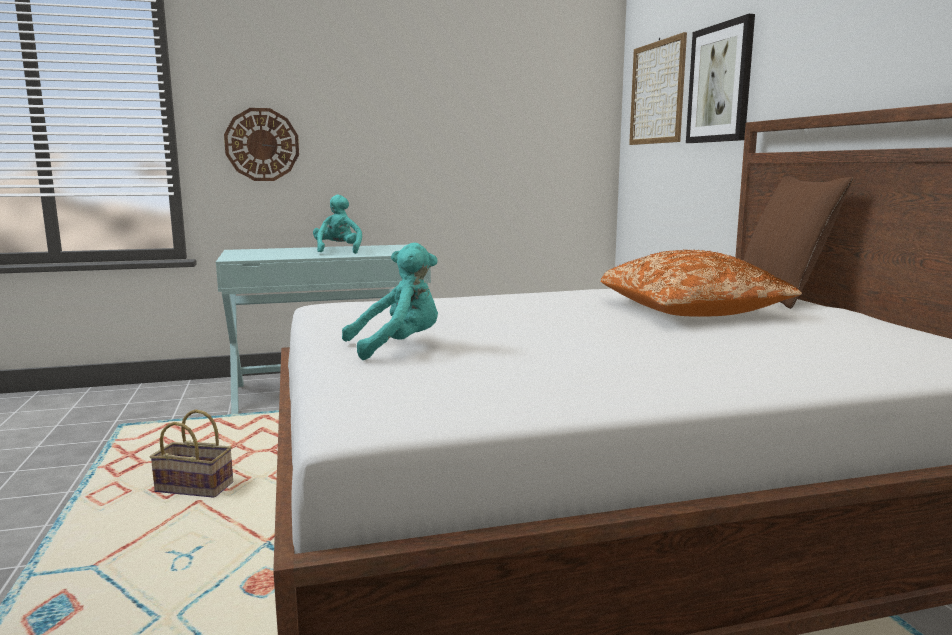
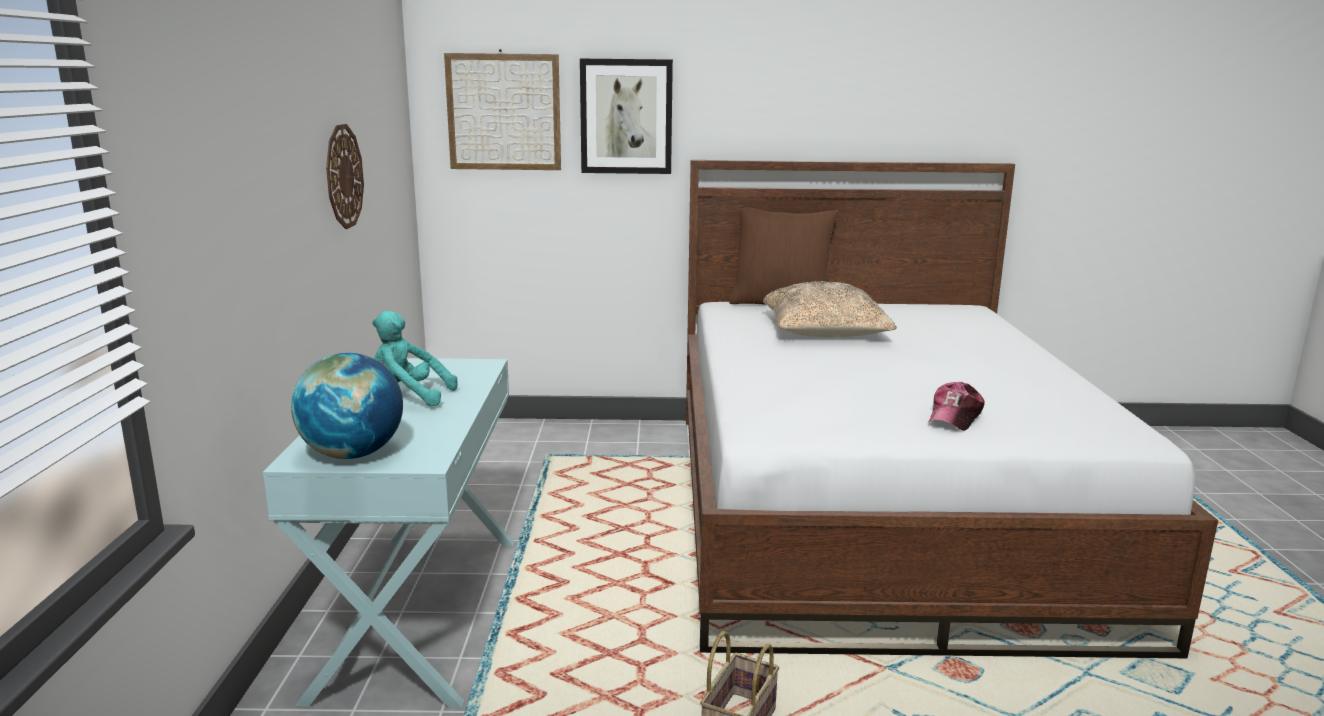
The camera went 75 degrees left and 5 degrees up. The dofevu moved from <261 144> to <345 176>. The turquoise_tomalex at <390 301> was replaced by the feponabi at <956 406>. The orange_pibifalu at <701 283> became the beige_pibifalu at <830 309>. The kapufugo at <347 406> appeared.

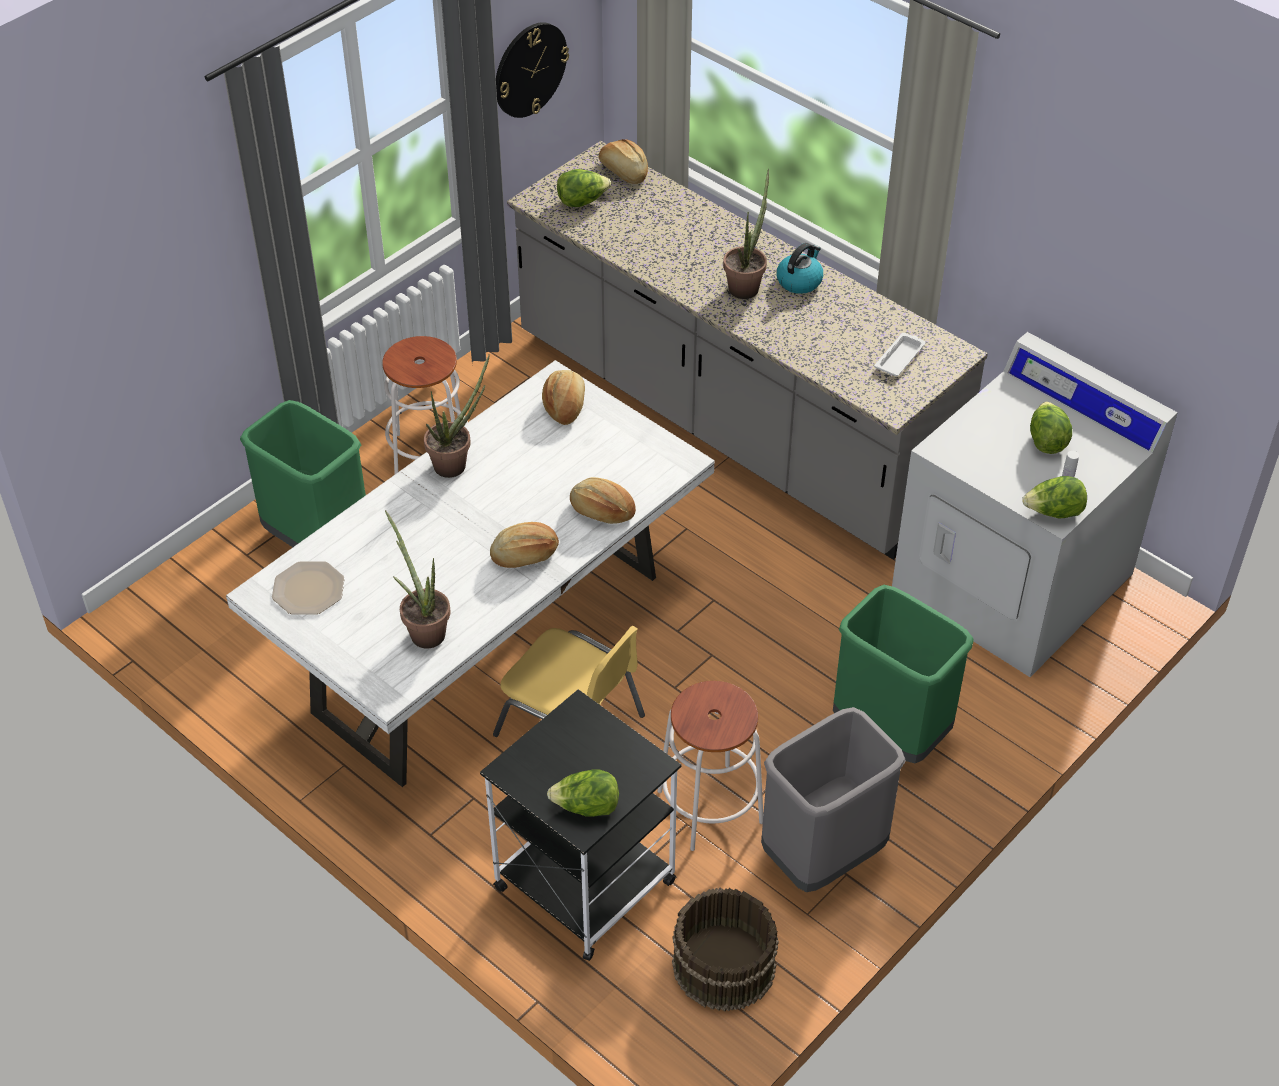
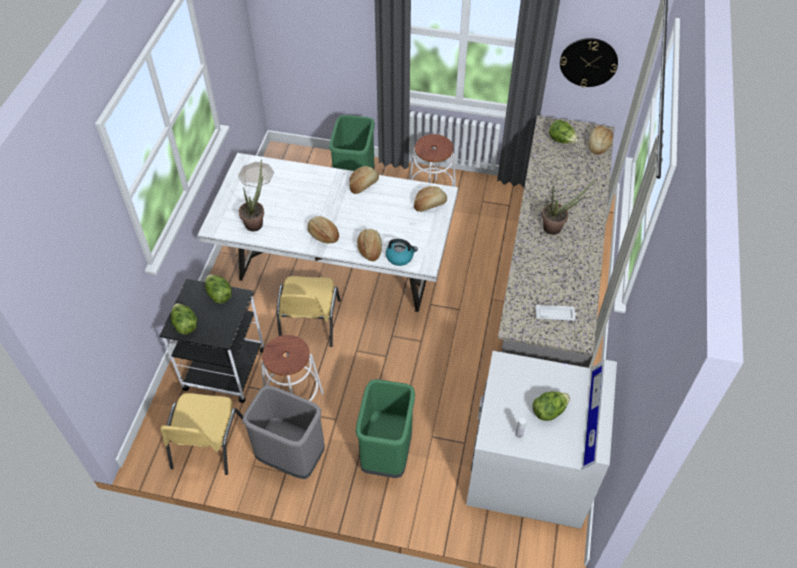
The camera went 60 degrees right and 5 degrees up. The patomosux moved from <799 268> to <402 252>. The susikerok at <457 416> was replaced by the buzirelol at <364 180>. The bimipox moved from <1054 497> to <218 288>. The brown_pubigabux at <725 949> was replaced by the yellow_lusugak at <201 434>.

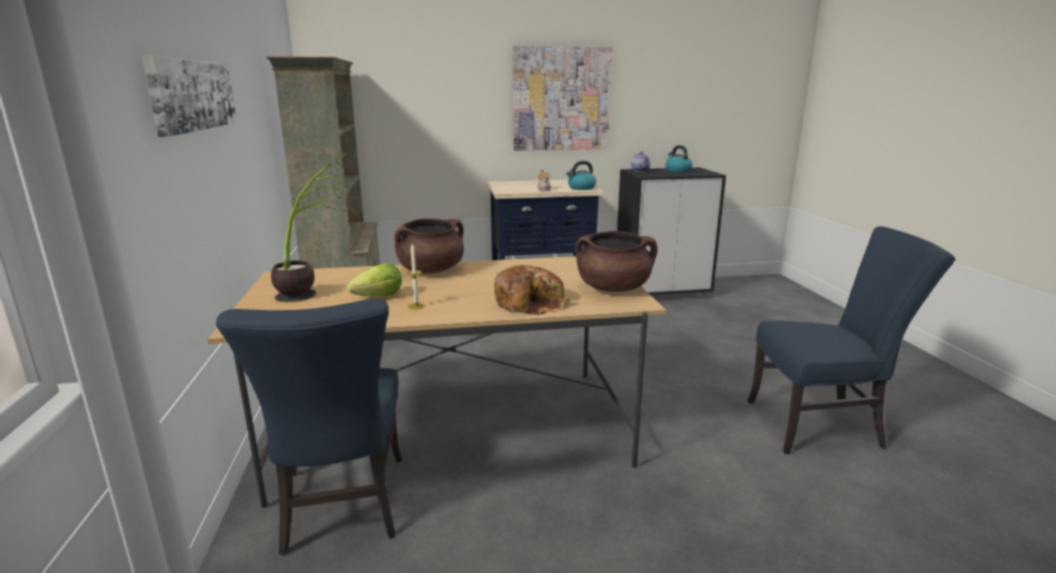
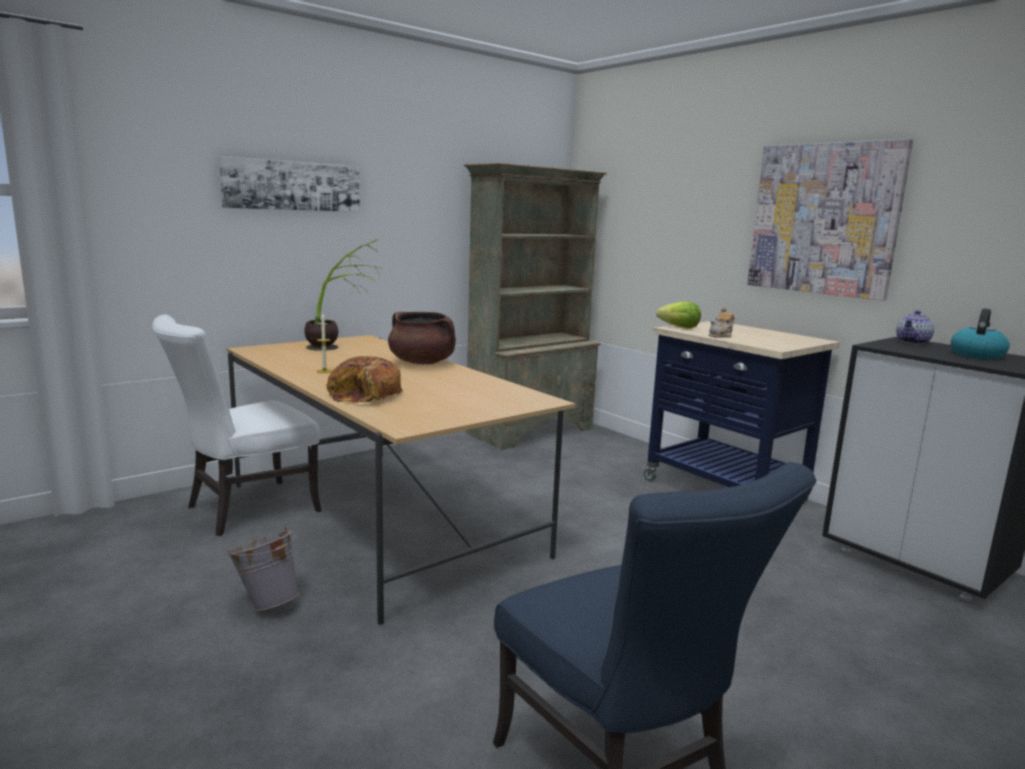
The camera went 60 degrees right and 5 degrees down. The patomosux at <581 175> disappeared. The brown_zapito at <616 261> disappeared. The bimipox moved from <374 280> to <678 315>. The blue_lusugak at <309 427> became the white_lusugak at <237 425>. The grey_pubigabux at <263 569> appeared.

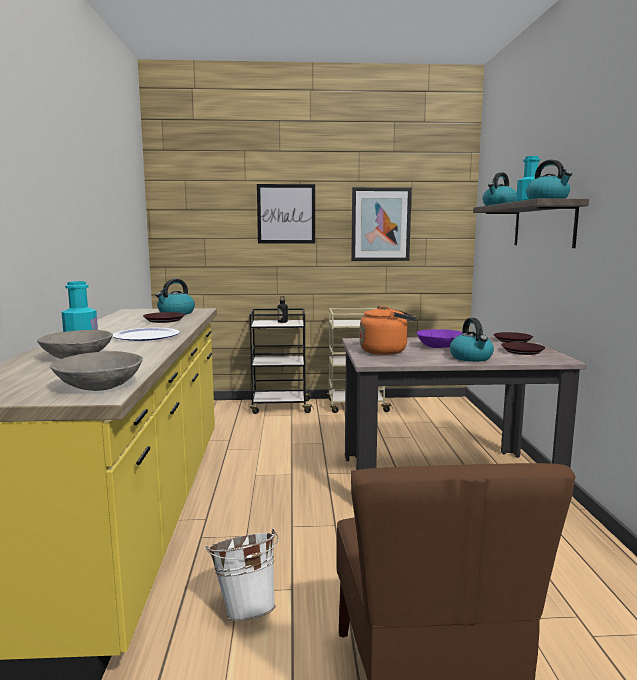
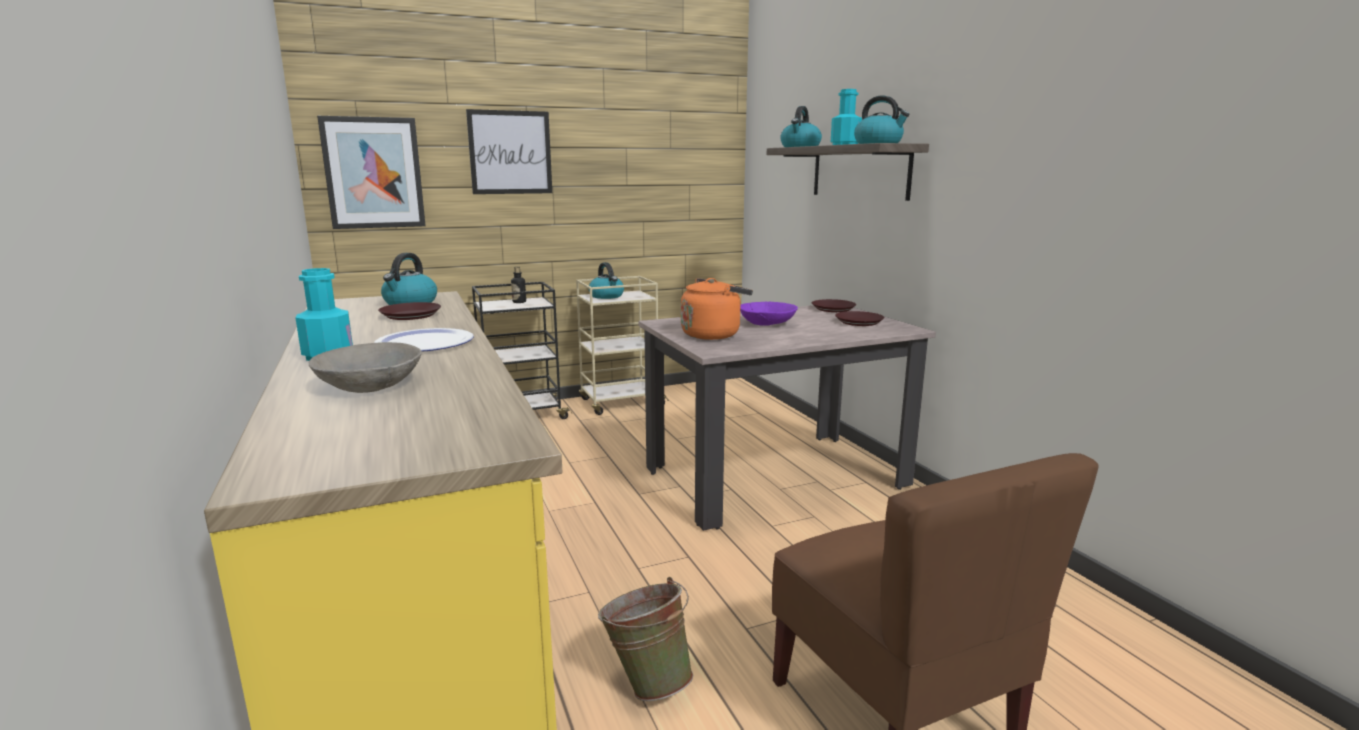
The camera went 20 degrees left and 5 degrees up. The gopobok moved from <381 224> to <371 172>. The patomosux moved from <472 340> to <606 280>. The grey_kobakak at <96 371> disappeared. The white_pubigabux at <242 575> became the green_pubigabux at <645 639>.

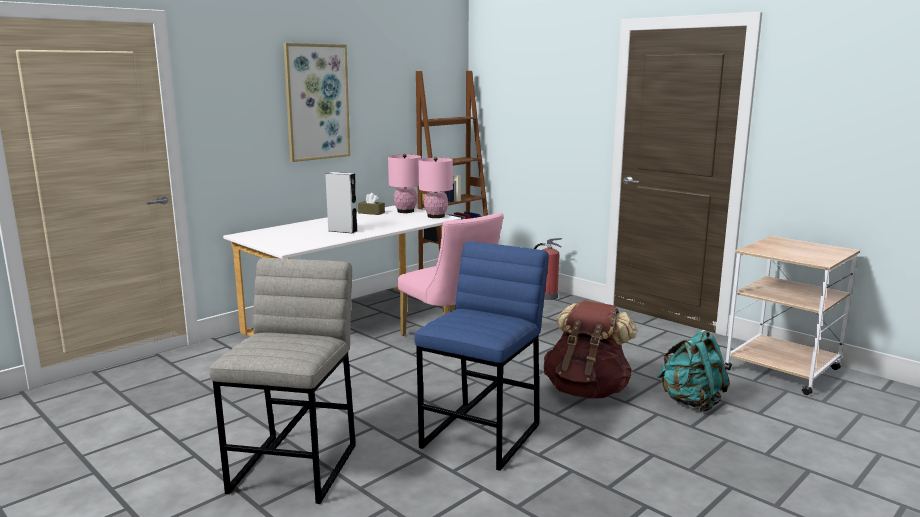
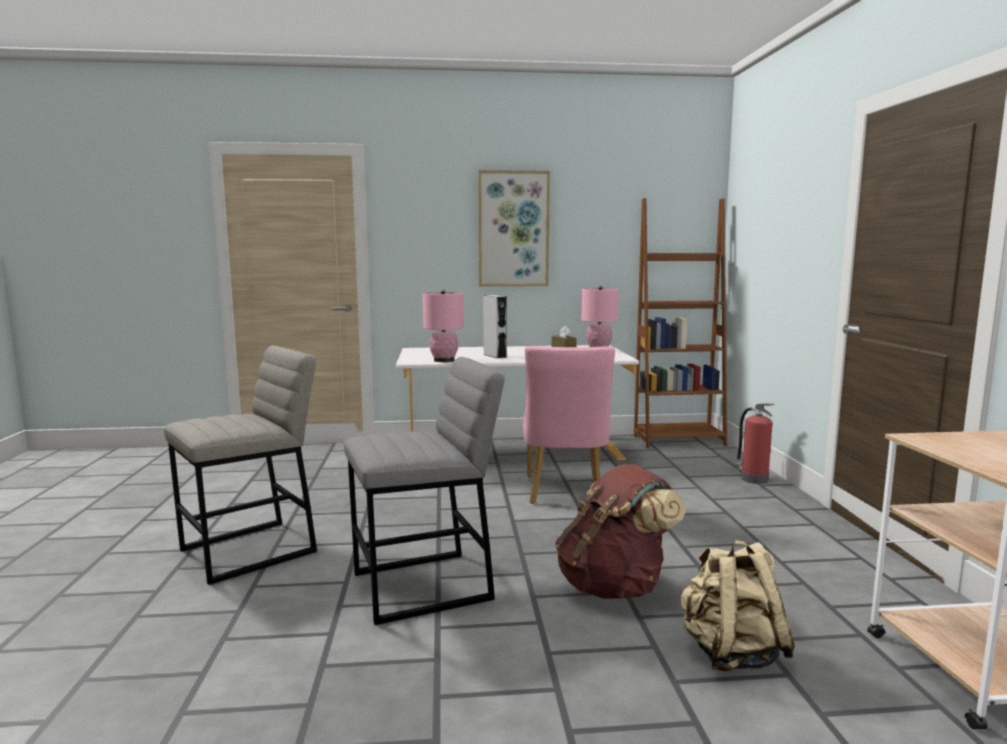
The camera went 40 degrees right and 5 degrees down. The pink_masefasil moved from <436 187> to <443 326>. The blue_lusugak at <481 356> became the grey_lusugak at <424 491>. The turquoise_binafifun at <693 371> became the beige_binafifun at <738 605>.

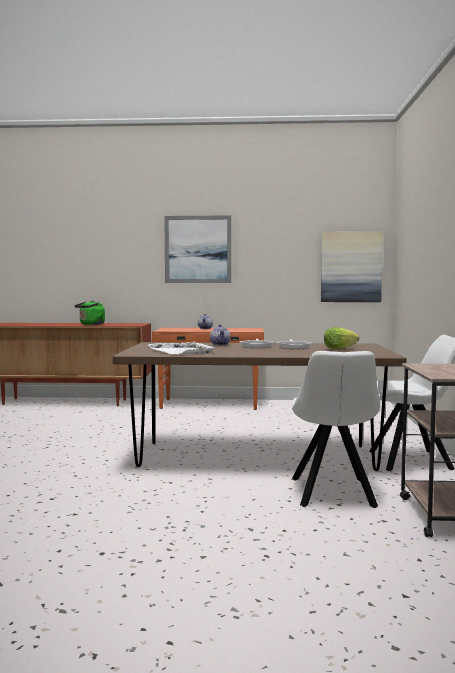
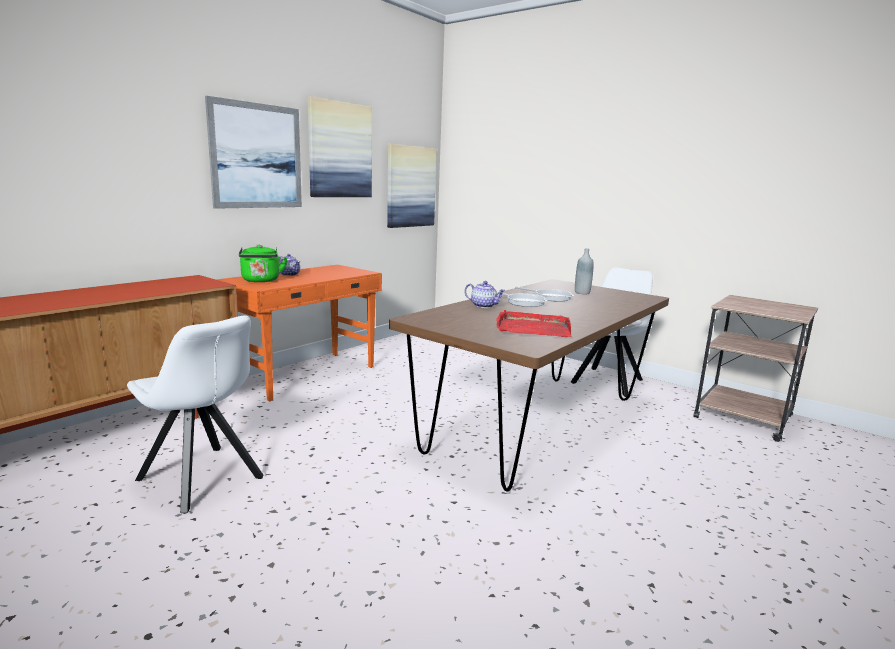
The camera went 55 degrees left and 10 degrees up. The green_patomosux moved from <89 313> to <263 263>. The bimipox at <341 338> was replaced by the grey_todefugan at <584 271>. The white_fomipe at <181 347> became the red_fomipe at <534 323>. The white_lusugak moved from <336 429> to <195 414>. The gopobok at <340 146> appeared.

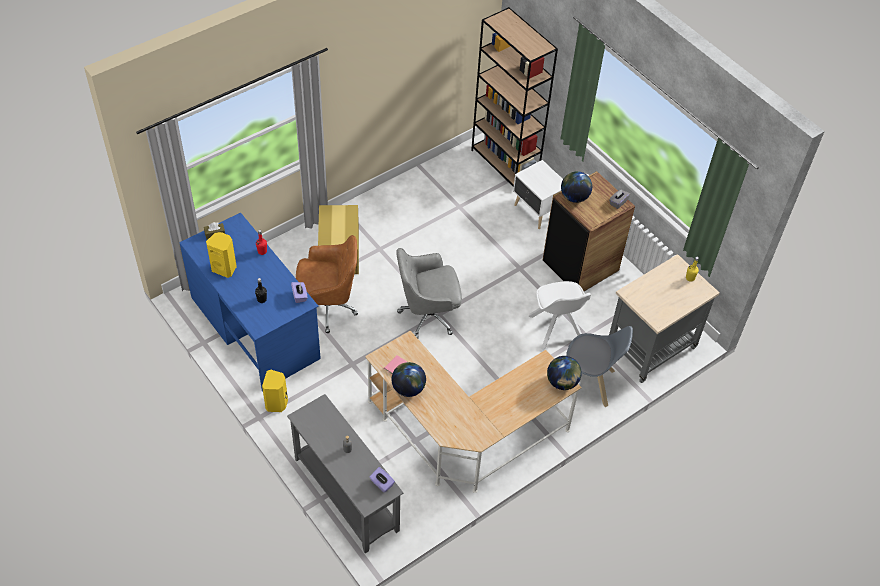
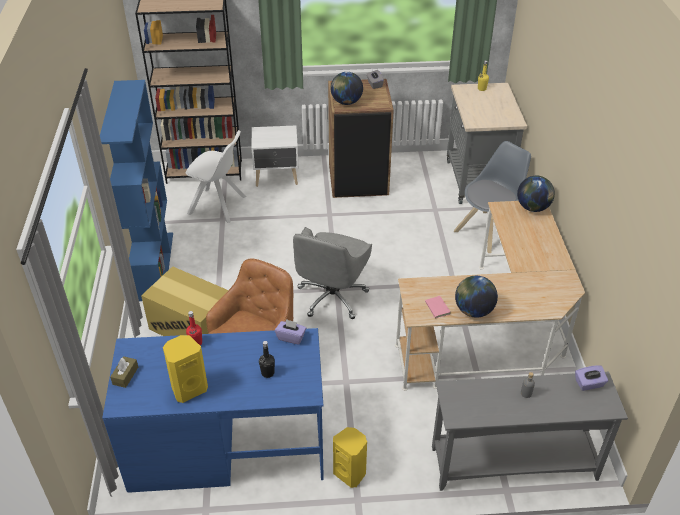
The camera went 55 degrees left and 10 degrees down. The white_lusugak moved from <560 315> to <216 176>. The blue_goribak at <136 190> appeared.

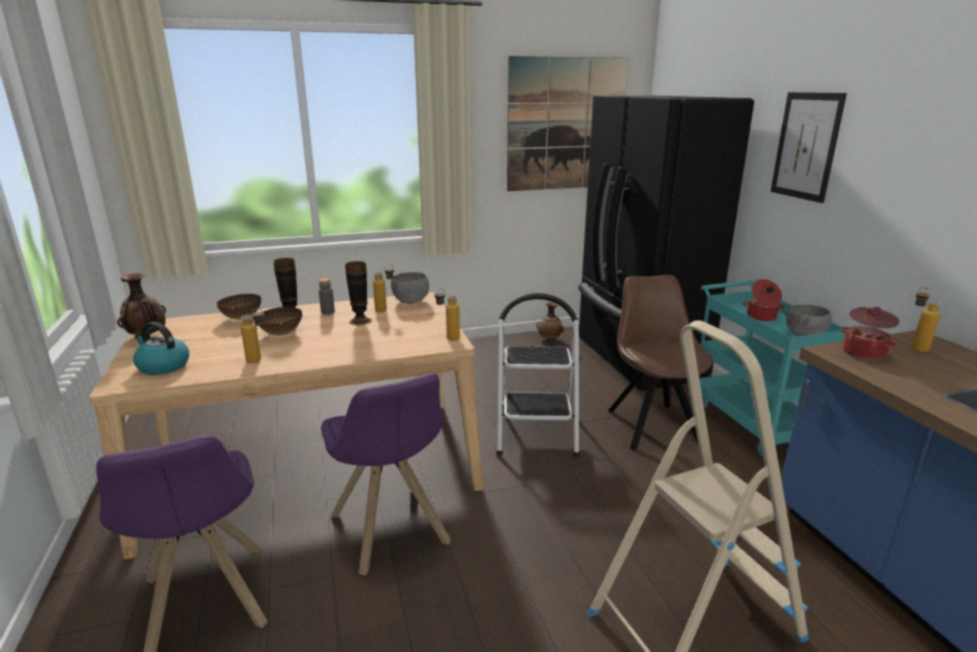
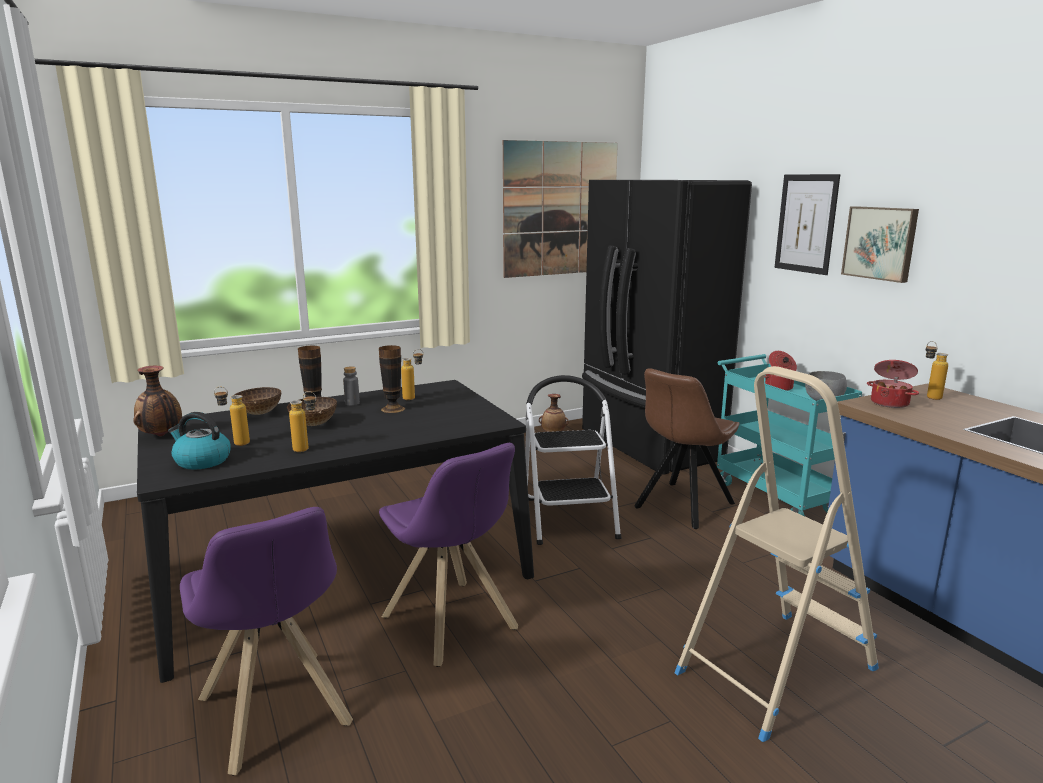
The camera went 10 degrees left and 5 degrees down. The grey_kobakak at <410 288> disappeared. The brown_lusugak at <660 362> turned 120 degrees counterclockwise. The todefugan moved from <447 314> to <232 416>. The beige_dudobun at <286 425> became the black_dudobun at <335 531>. The gopobok at <880 244> appeared.

